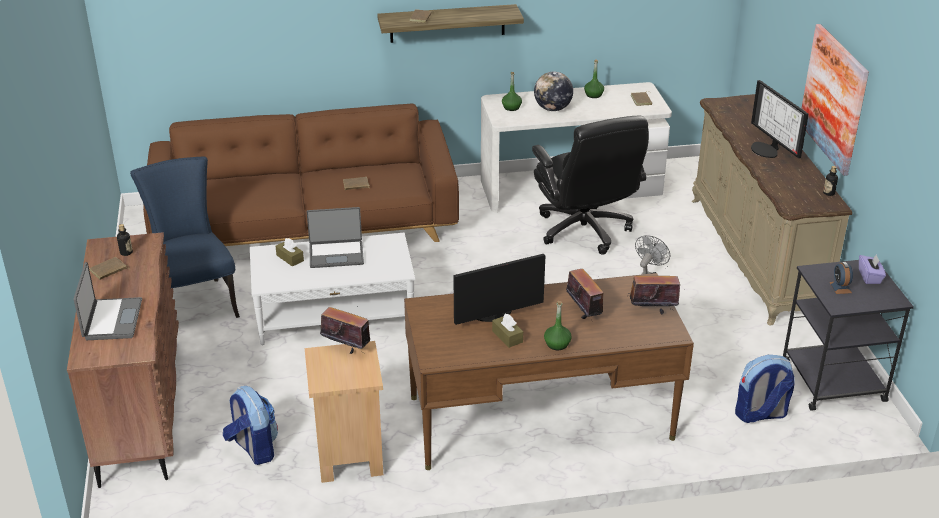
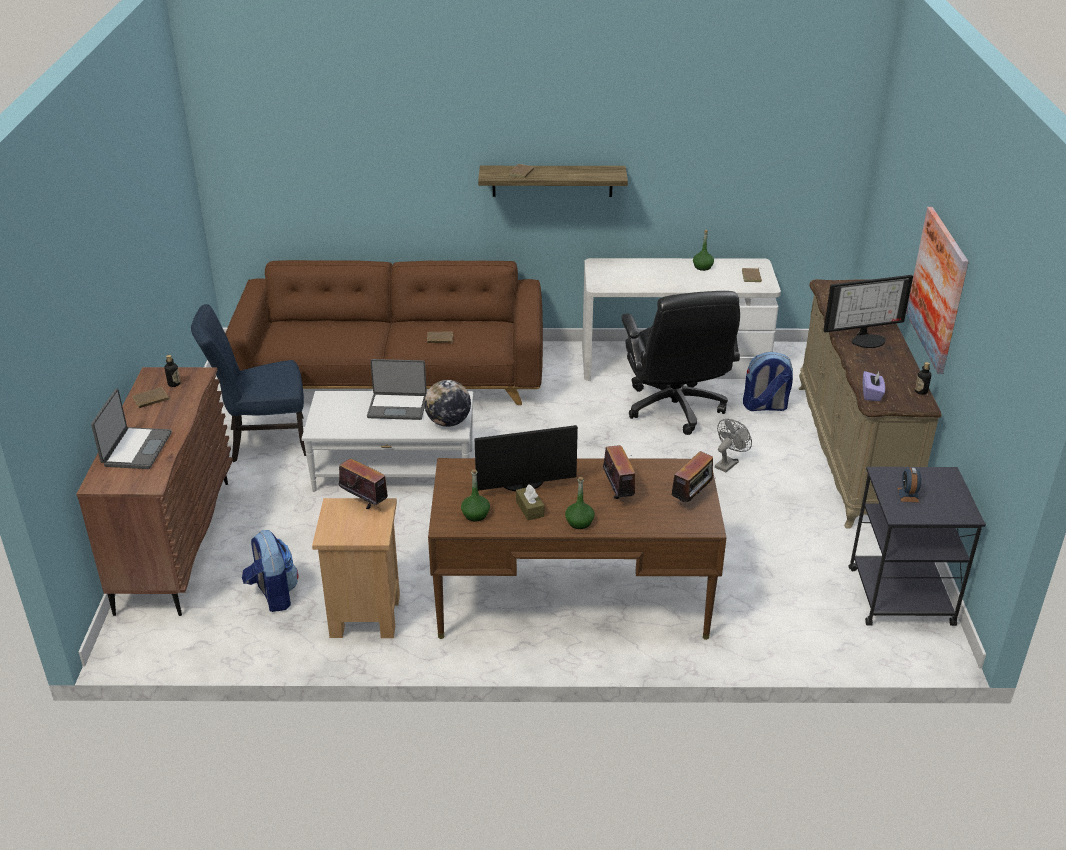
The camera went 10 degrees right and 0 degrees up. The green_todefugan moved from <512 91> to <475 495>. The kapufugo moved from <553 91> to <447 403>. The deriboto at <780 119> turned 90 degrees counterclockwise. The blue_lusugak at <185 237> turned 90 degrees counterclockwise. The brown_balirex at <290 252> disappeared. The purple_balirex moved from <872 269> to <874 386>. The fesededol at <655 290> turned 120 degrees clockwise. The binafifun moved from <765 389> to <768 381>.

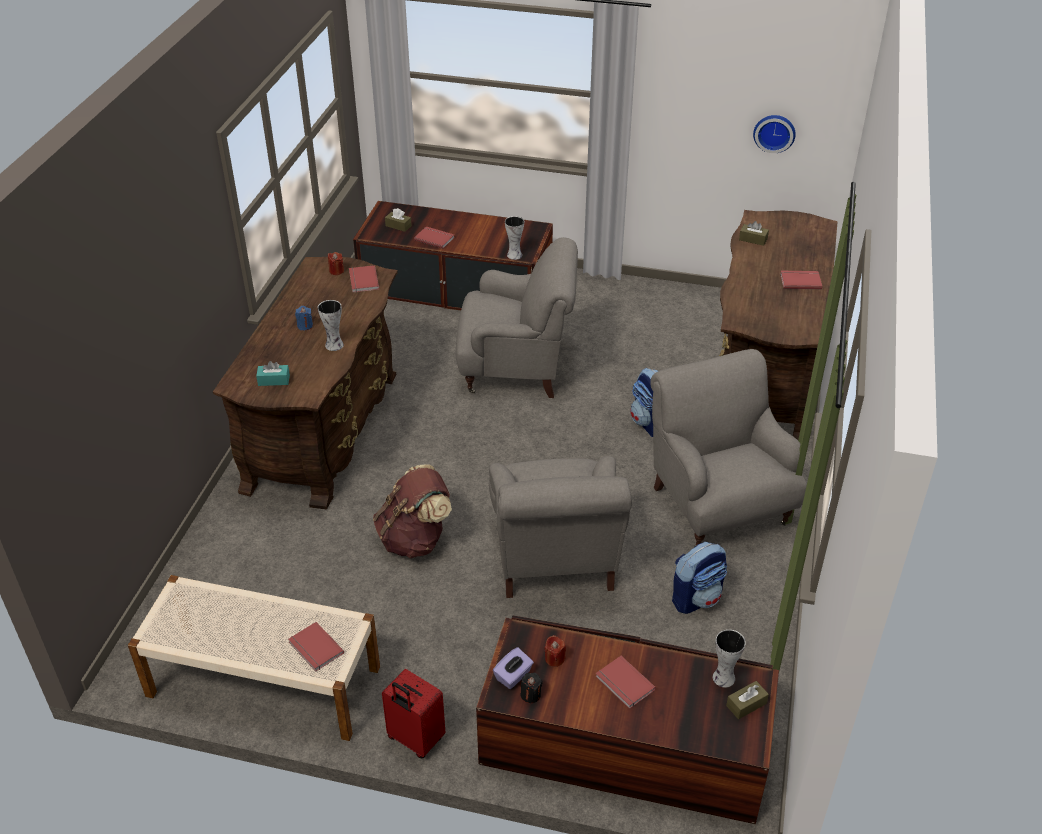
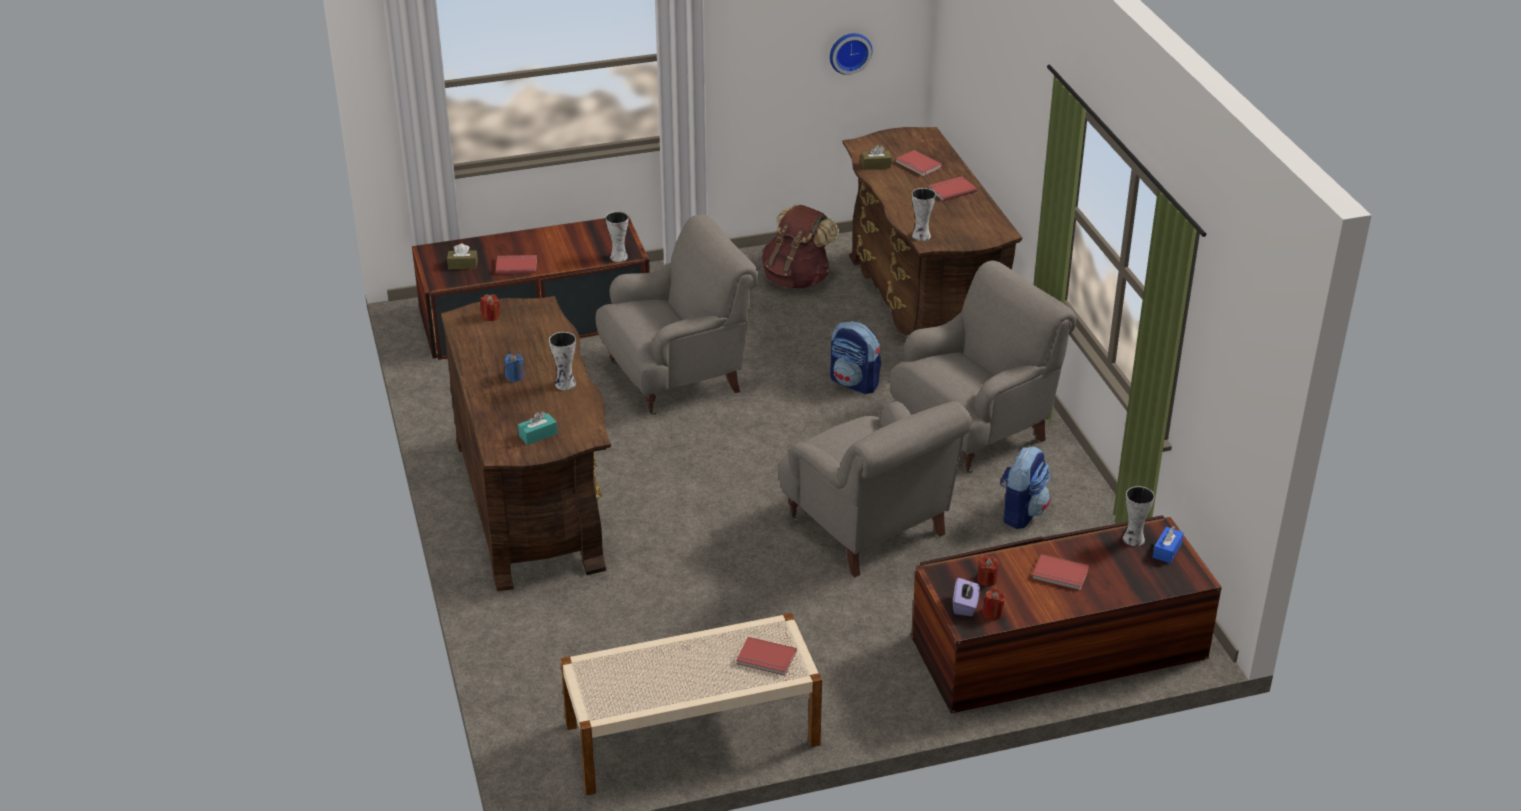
The camera went 30 degrees left and 5 degrees down. The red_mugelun moved from <364 278> to <918 163>. The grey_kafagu at <728 448> turned 105 degrees clockwise. The brown_binafifun moved from <412 511> to <800 247>. The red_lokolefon at <414 713> disappeared. The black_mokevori at <532 688> became the red_mokevori at <994 604>. The brown_balirex at <747 700> became the blue_balirex at <1168 544>. The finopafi at <924 214> appeared.

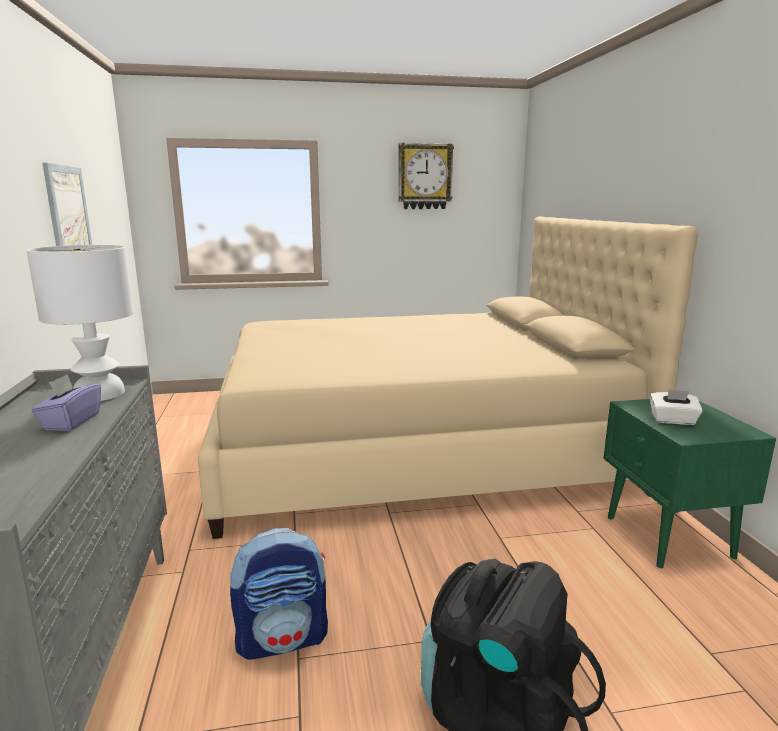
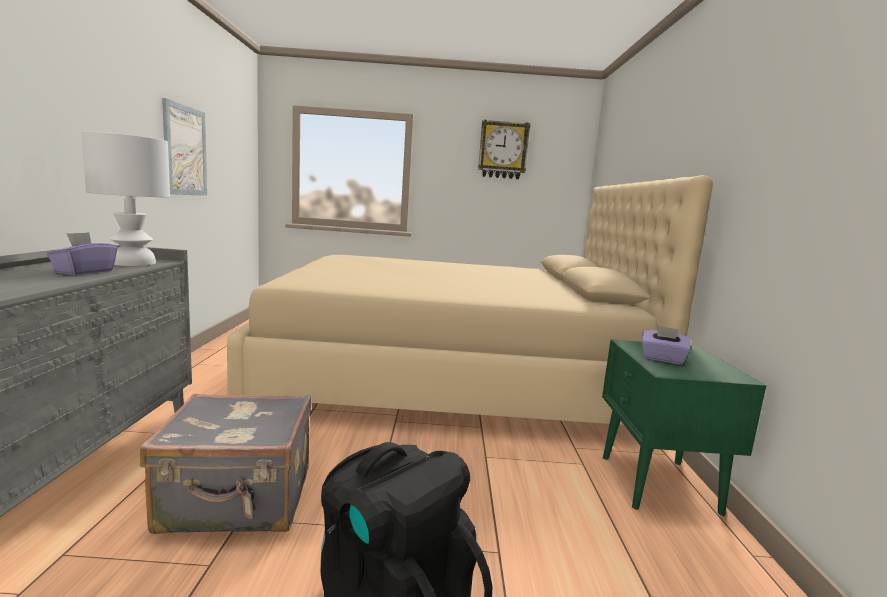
The camera went 10 degrees right and 5 degrees down. The white_balirex at <676 407> became the purple_balirex at <666 345>. The binafifun at <279 593> was replaced by the grey_lokolefon at <225 463>.

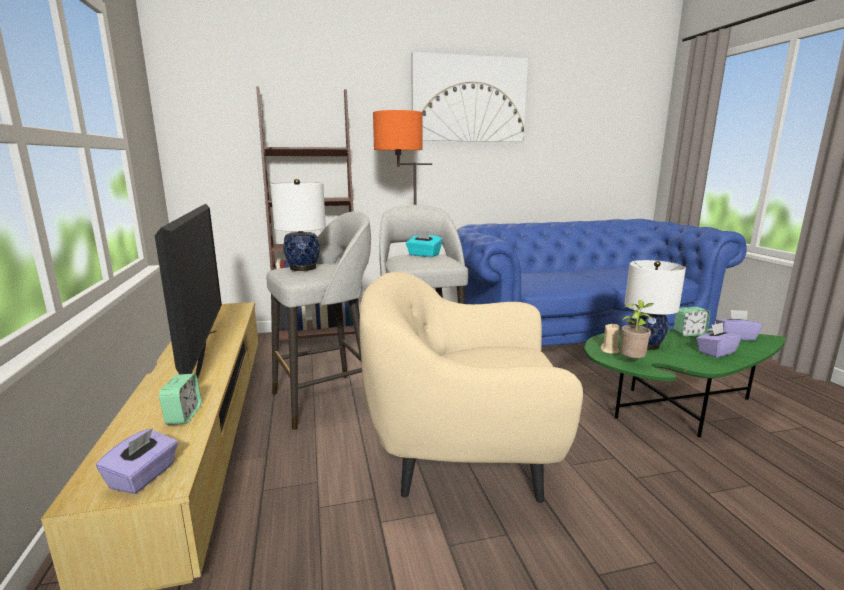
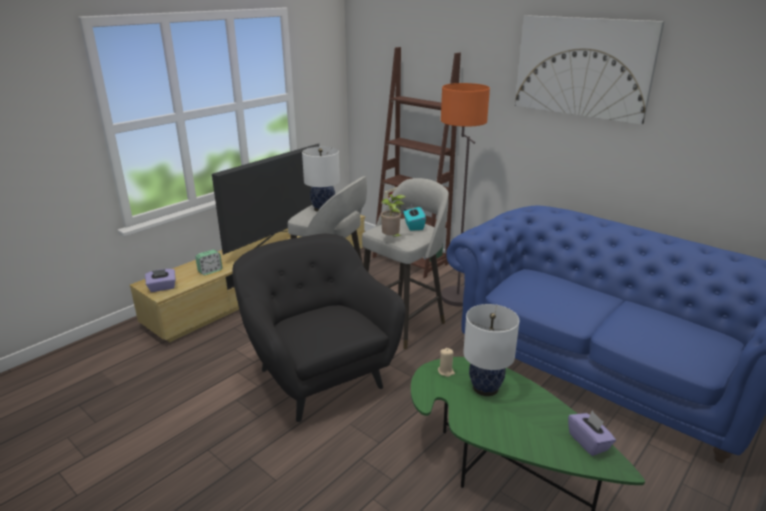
The camera went 55 degrees right and 10 degrees up. The beige_kafagu at <471 387> became the black_kafagu at <318 328>. The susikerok moved from <637 329> to <393 215>. The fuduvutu at <692 321> disappeared. The purple_balirex at <719 340> disappeared.

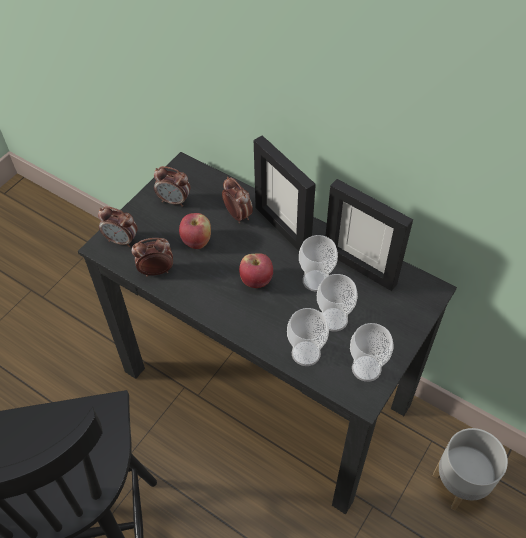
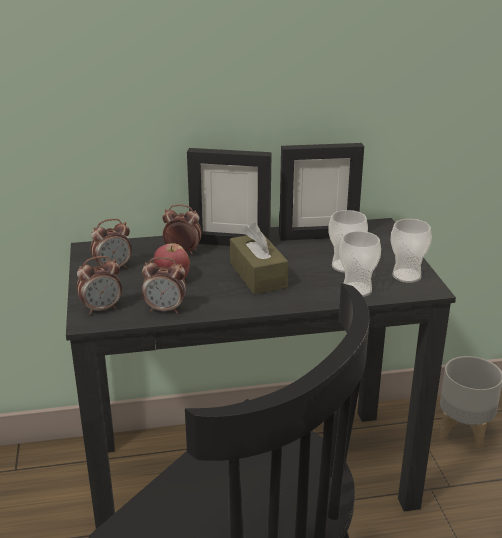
The camera went 45 degrees left and 25 degrees down. The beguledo at <318 263> disappeared. The fuduvutu at <152 257> turned 120 degrees counterclockwise. The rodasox at <256 270> was replaced by the brown_balirex at <259 258>.

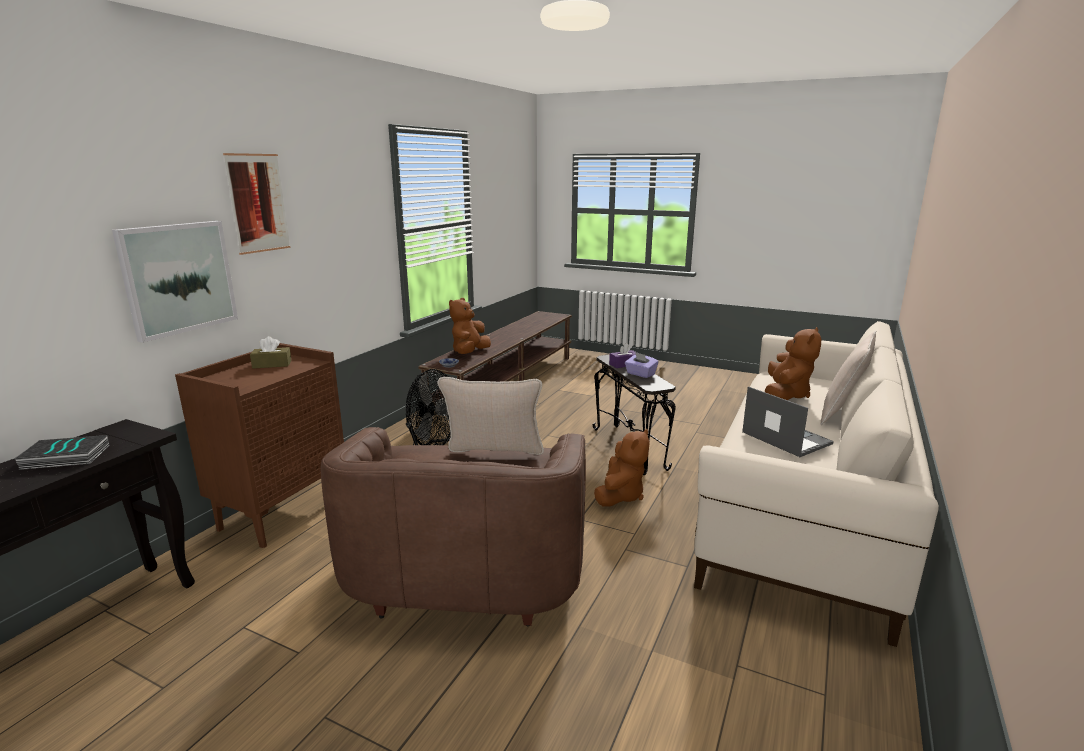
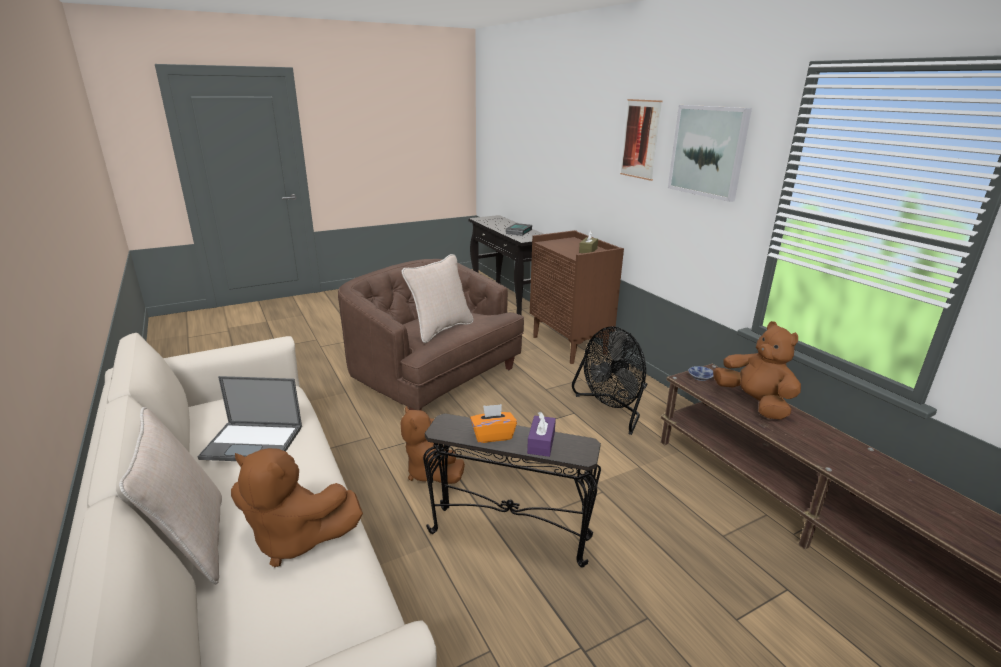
The camera went 125 degrees right and 5 degrees up. The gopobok moved from <175 282> to <710 153>. The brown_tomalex at <793 363> turned 45 degrees counterclockwise. The purple_balirex at <642 365> became the orange_balirex at <493 423>.

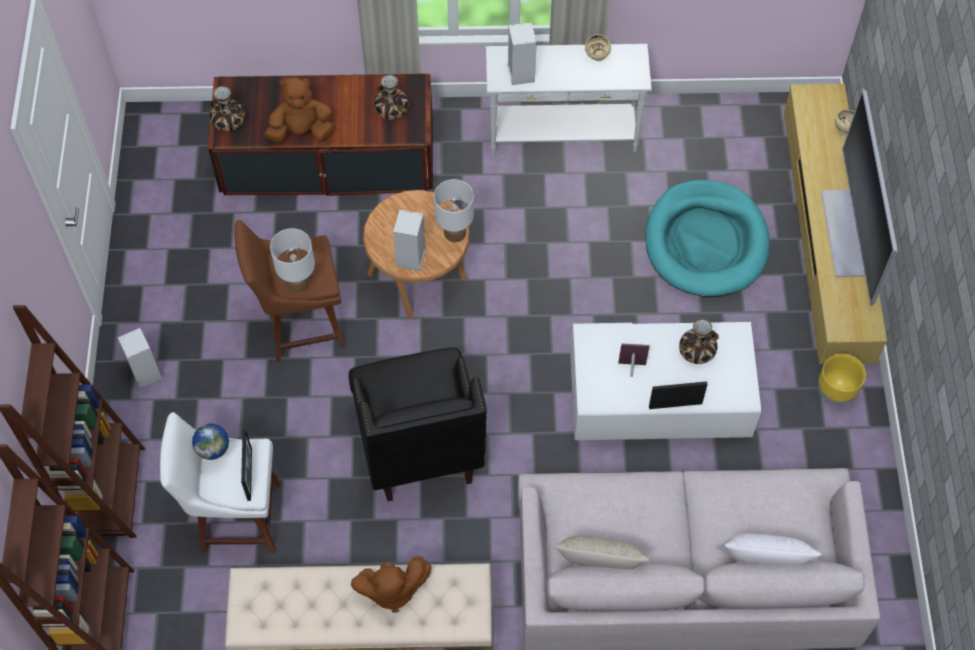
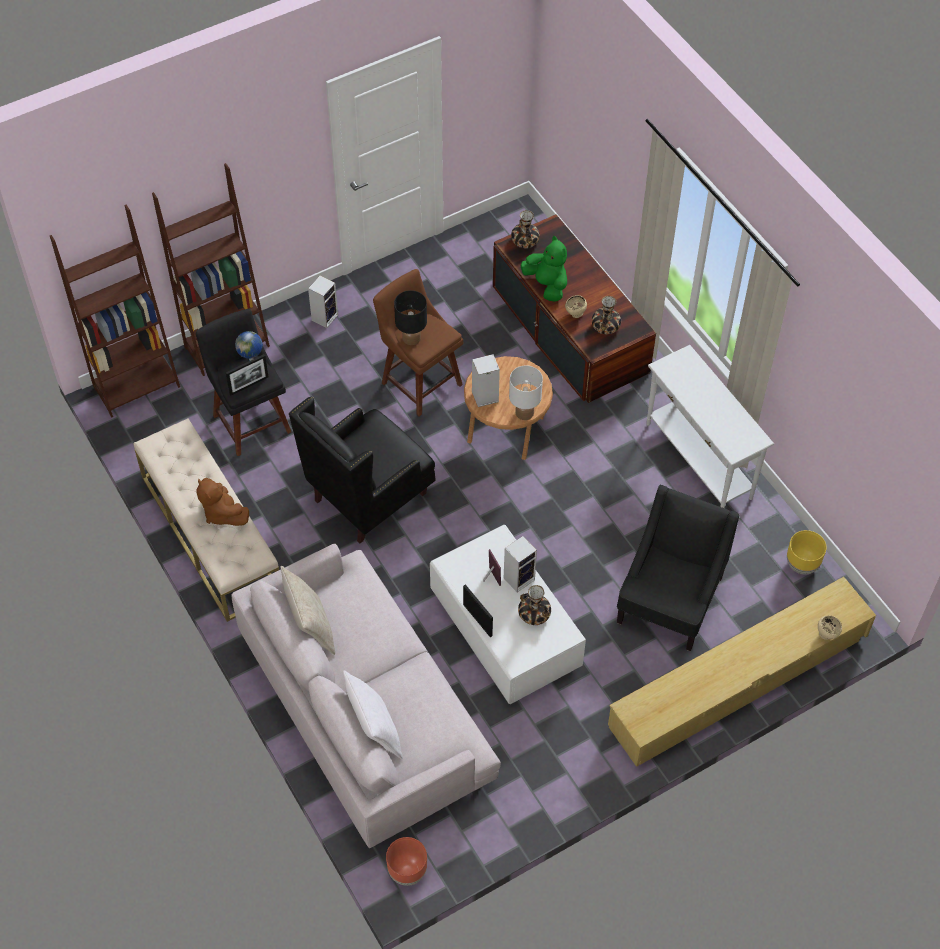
The camera went 60 degrees right and 5 degrees down. The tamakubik moved from <522 53> to <520 564>. The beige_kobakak moved from <598 48> to <576 306>. The brown_tomalex at <299 110> became the green_tomalex at <544 269>. The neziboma at <859 197> disappeared. The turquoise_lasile at <707 238> was replaced by the black_kafagu at <678 568>. The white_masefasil at <292 260> became the black_masefasil at <410 317>. The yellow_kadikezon moved from <842 379> to <807 552>. The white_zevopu at <220 482> became the black_zevopu at <243 382>. The brown_kadikezon at <406 861> appeared.

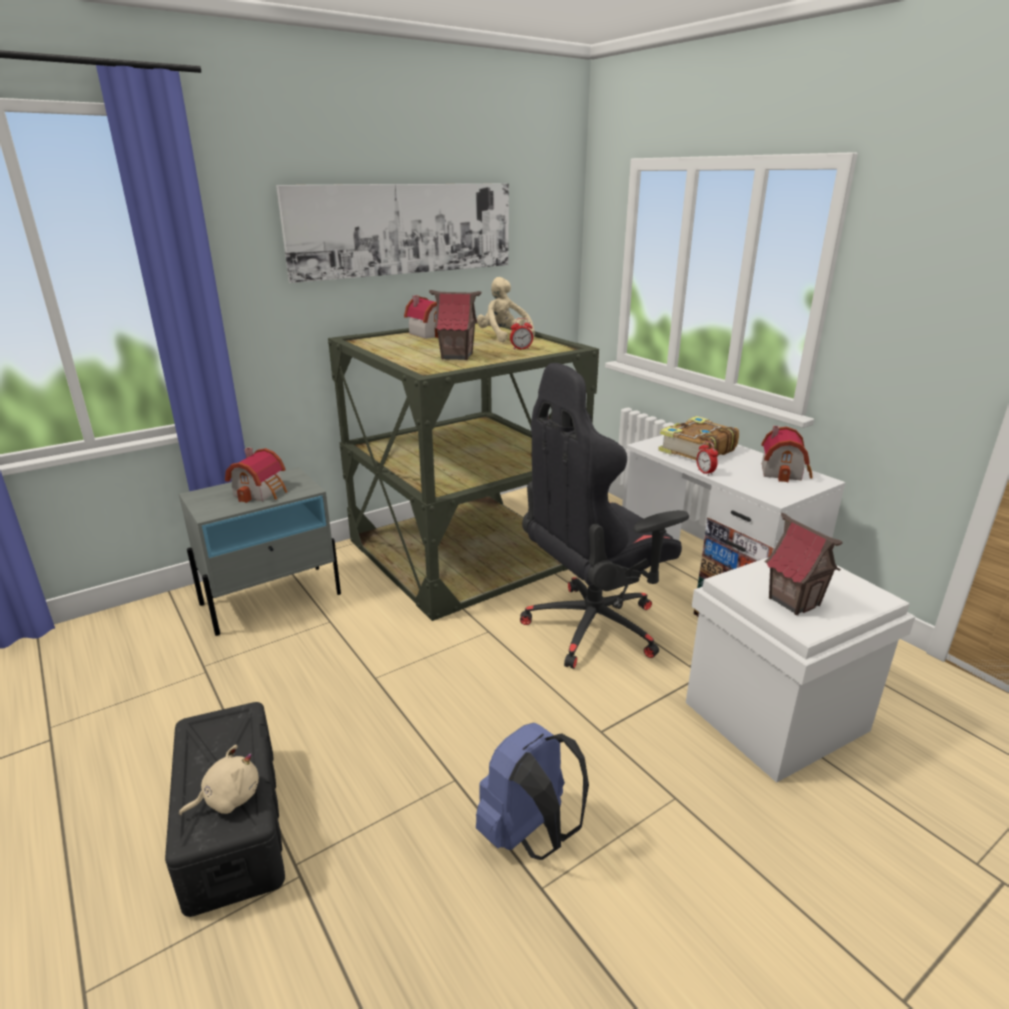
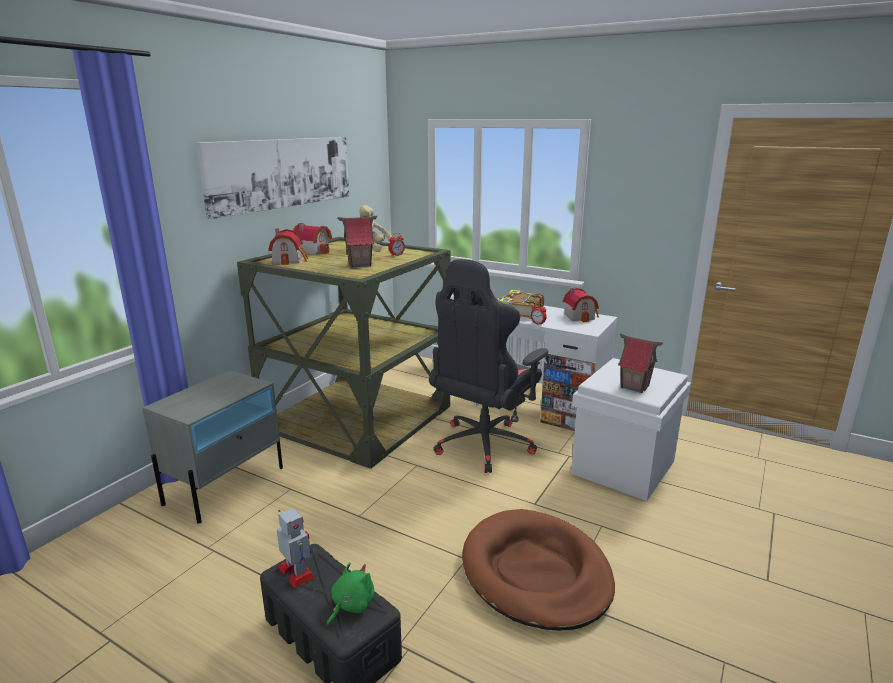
The camera went 25 degrees left and 5 degrees down. The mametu moved from <256 475> to <288 246>. The blue_binafifun at <532 791> was replaced by the brown_lasile at <538 570>. The beige_tomalex at <219 780> became the green_tomalex at <350 594>. The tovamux at <296 548> appeared.

